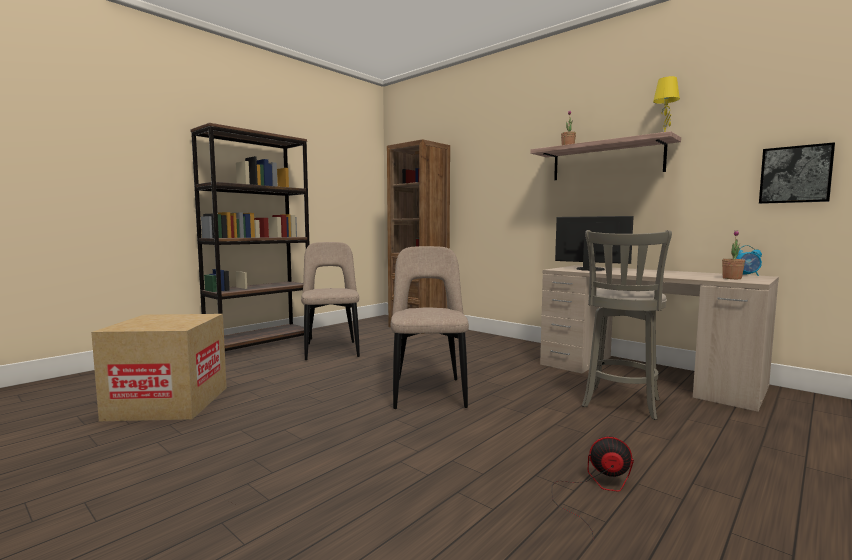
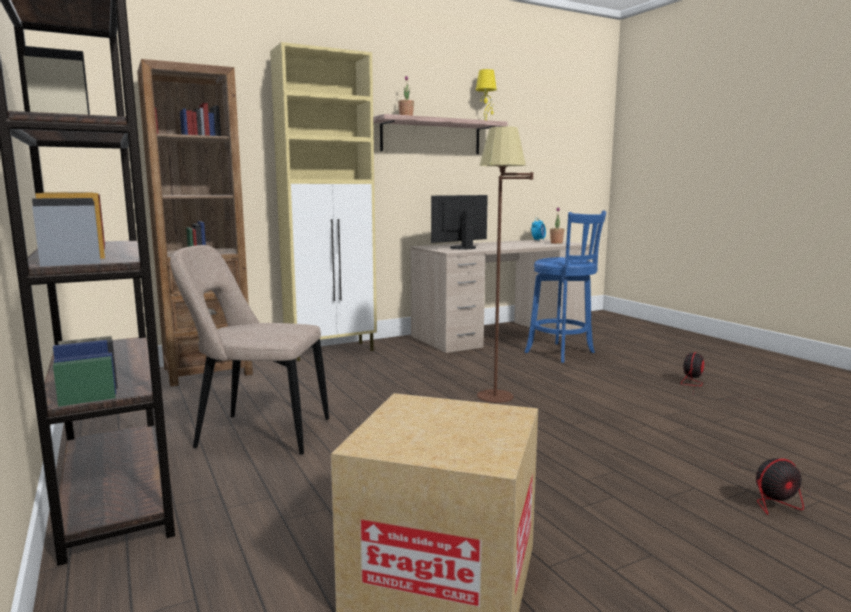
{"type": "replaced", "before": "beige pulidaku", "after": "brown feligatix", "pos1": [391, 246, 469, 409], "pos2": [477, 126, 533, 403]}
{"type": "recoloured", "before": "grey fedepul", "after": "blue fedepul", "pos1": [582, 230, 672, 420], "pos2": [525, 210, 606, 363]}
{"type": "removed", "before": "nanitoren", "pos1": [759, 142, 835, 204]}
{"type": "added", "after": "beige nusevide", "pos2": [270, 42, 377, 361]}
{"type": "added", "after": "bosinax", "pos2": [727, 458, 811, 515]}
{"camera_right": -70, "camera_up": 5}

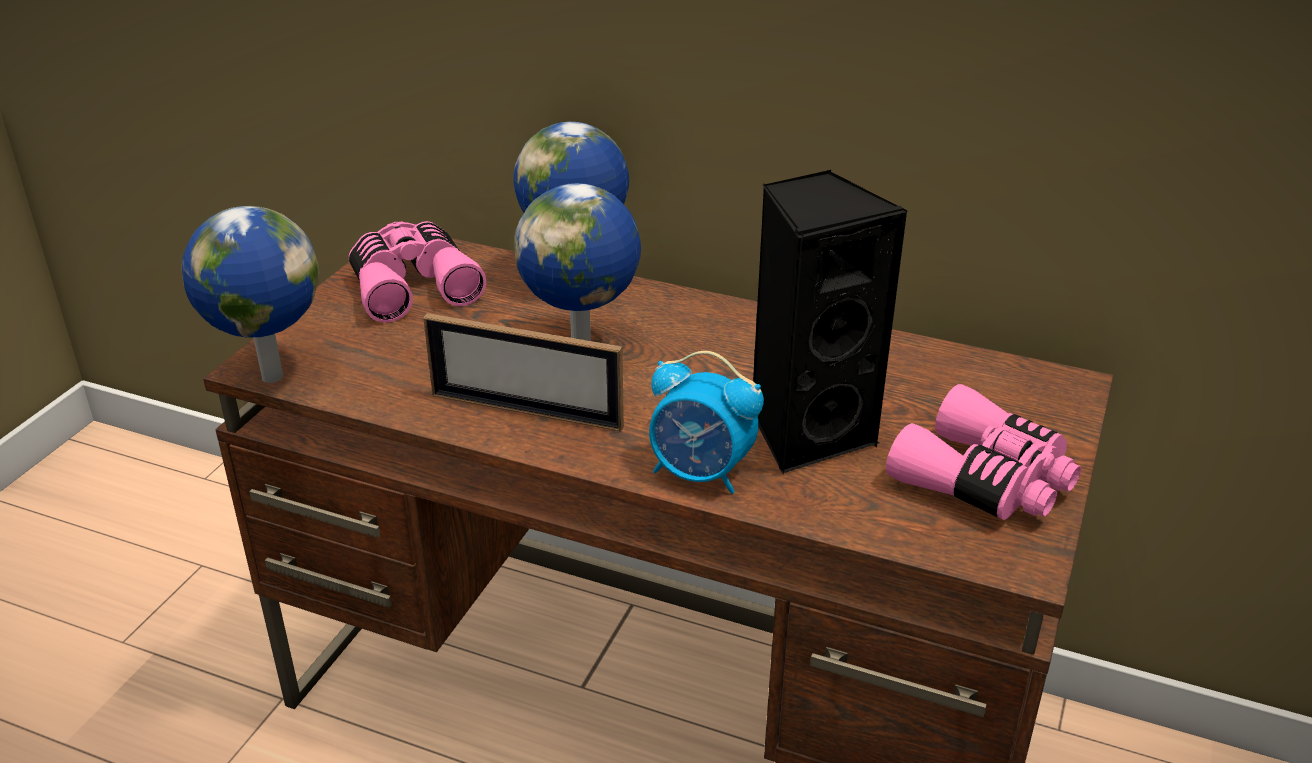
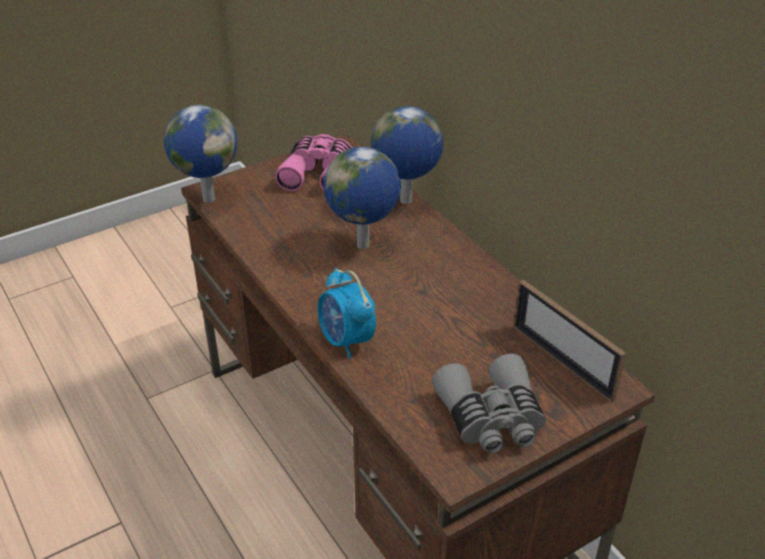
{"type": "moved", "before": "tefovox", "pos1": [423, 313, 624, 432], "pos2": [514, 279, 626, 403]}
{"type": "removed", "before": "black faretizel", "pos1": [753, 170, 908, 474]}
{"type": "recoloured", "before": "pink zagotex", "after": "grey zagotex", "pos1": [886, 384, 1081, 520], "pos2": [432, 354, 546, 453]}
{"camera_right": 35, "camera_up": 5}

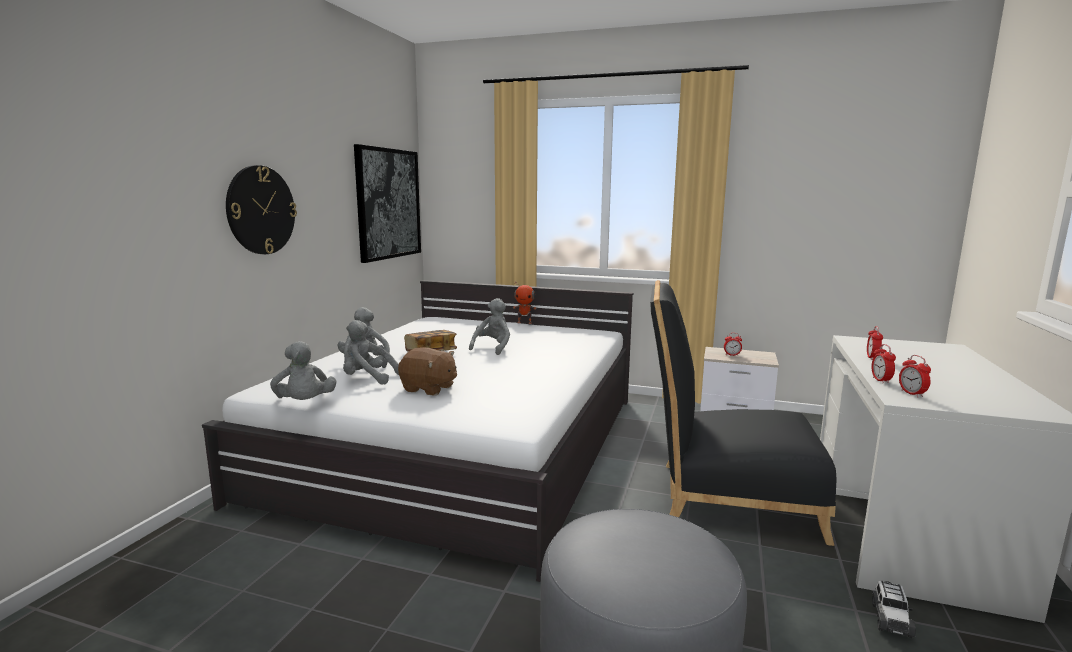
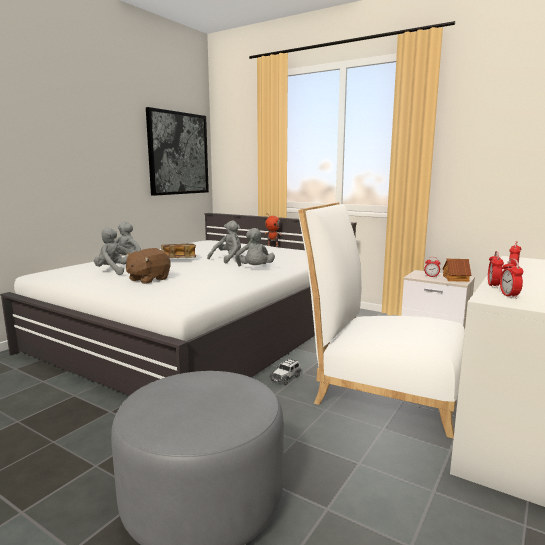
{"type": "removed", "before": "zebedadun", "pos1": [226, 165, 297, 254]}
{"type": "moved", "before": "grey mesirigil", "pos1": [270, 341, 336, 400], "pos2": [235, 228, 275, 266]}
{"type": "turned", "before": "brown mesirigil", "pos1": [398, 347, 457, 395], "pos2": [126, 248, 171, 284], "turn": 90}
{"type": "recoloured", "before": "black pulidaku", "after": "white pulidaku", "pos1": [650, 280, 836, 546], "pos2": [298, 202, 465, 439]}
{"type": "moved", "before": "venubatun", "pos1": [872, 581, 916, 638], "pos2": [269, 358, 301, 385]}
{"type": "added", "after": "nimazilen", "pos2": [443, 259, 471, 282]}
{"camera_right": 15, "camera_up": 0}

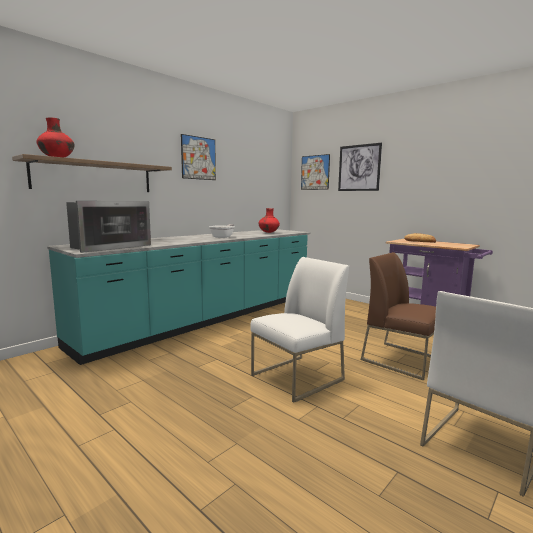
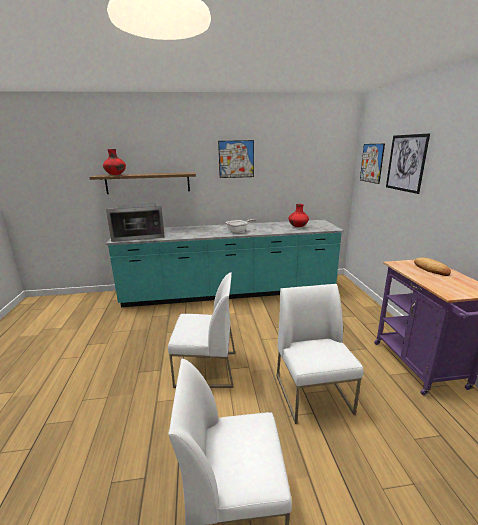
{"type": "recoloured", "before": "brown pulidaku", "after": "white pulidaku", "pos1": [361, 252, 436, 380], "pos2": [277, 284, 364, 424]}
{"camera_right": 40, "camera_up": 10}

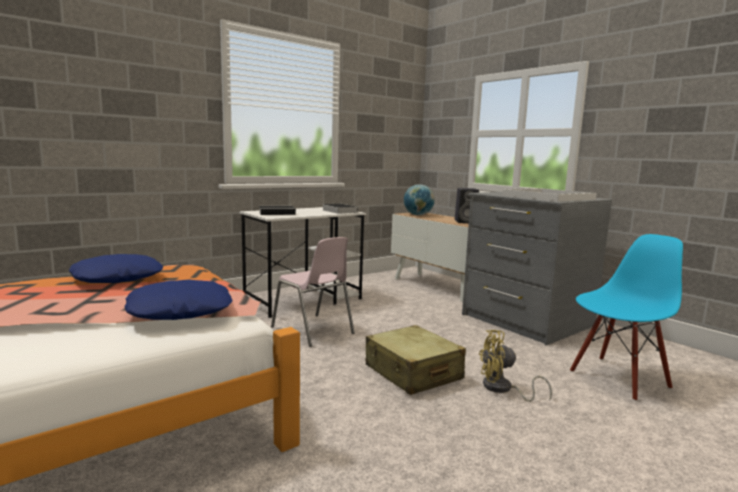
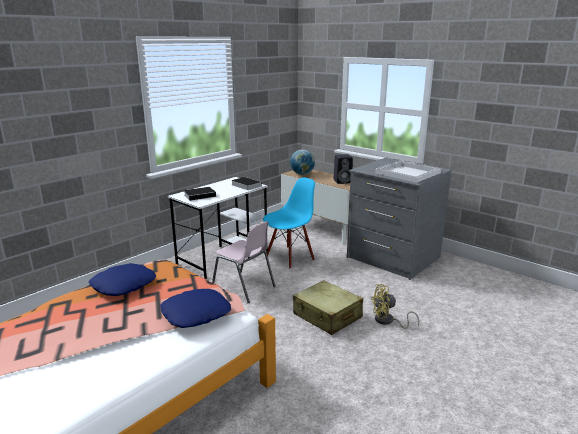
{"type": "moved", "before": "blue pulidaku", "pos1": [570, 234, 683, 401], "pos2": [263, 177, 315, 269]}
{"camera_right": -10, "camera_up": 10}

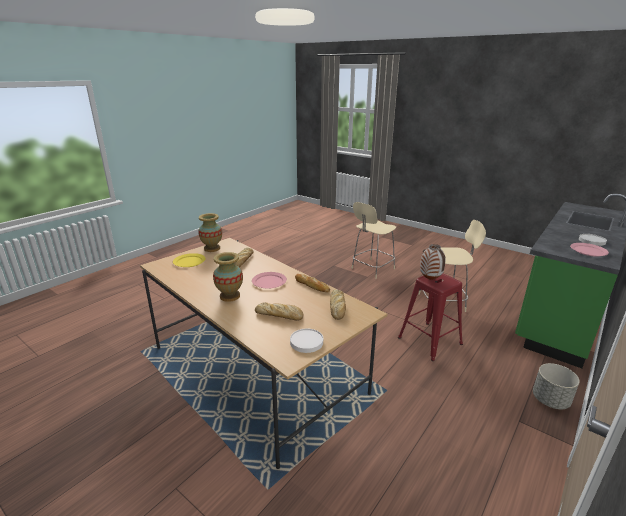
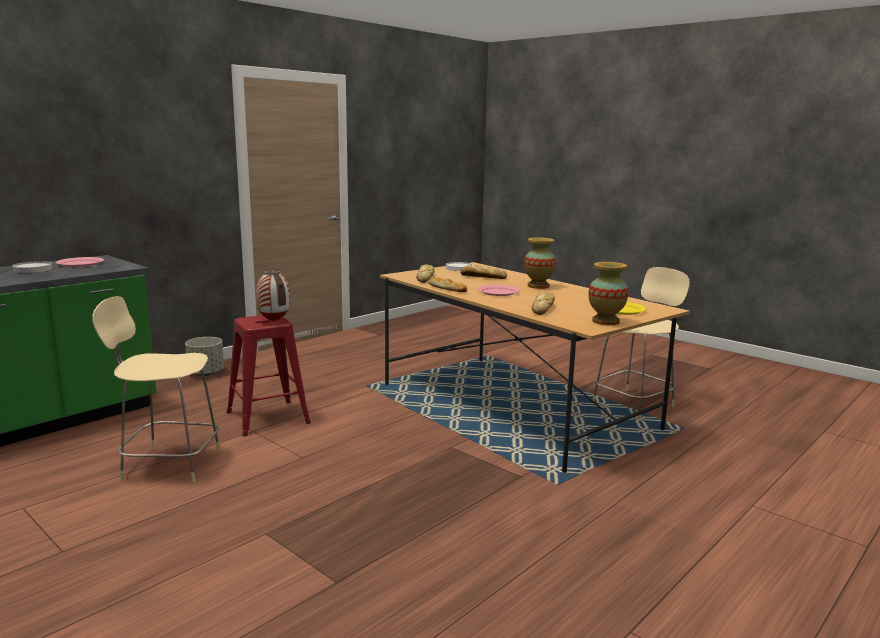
{"type": "moved", "before": "beige pulidaku", "pos1": [352, 202, 396, 279], "pos2": [593, 267, 690, 420]}
{"camera_right": -175, "camera_up": -10}

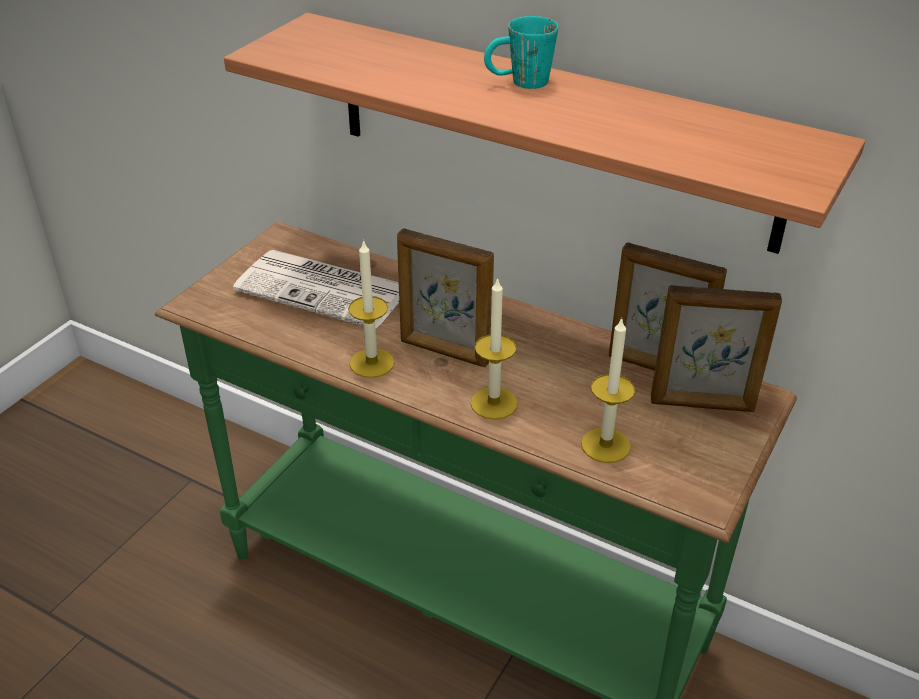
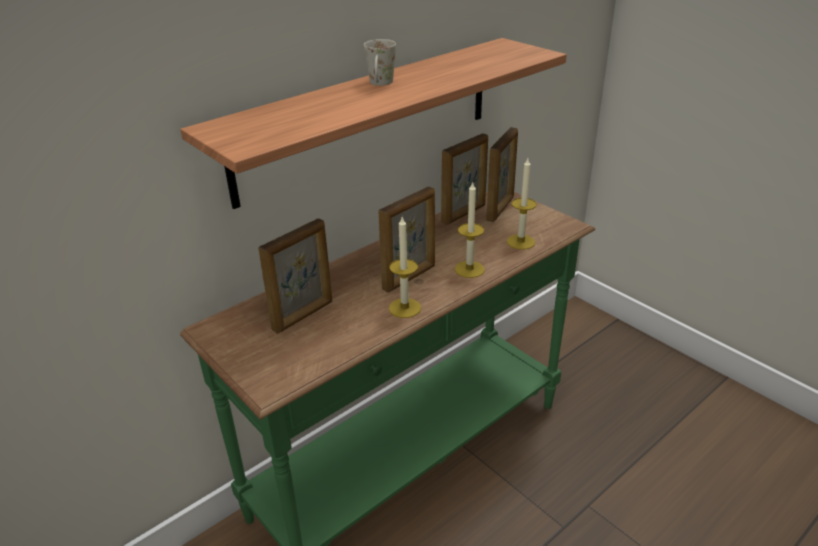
{"type": "replaced", "before": "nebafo", "after": "tefovox", "pos1": [233, 250, 399, 329], "pos2": [259, 218, 332, 334]}
{"type": "recoloured", "before": "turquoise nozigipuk", "after": "white nozigipuk", "pos1": [484, 16, 558, 89], "pos2": [364, 39, 396, 86]}
{"camera_right": -70, "camera_up": -5}

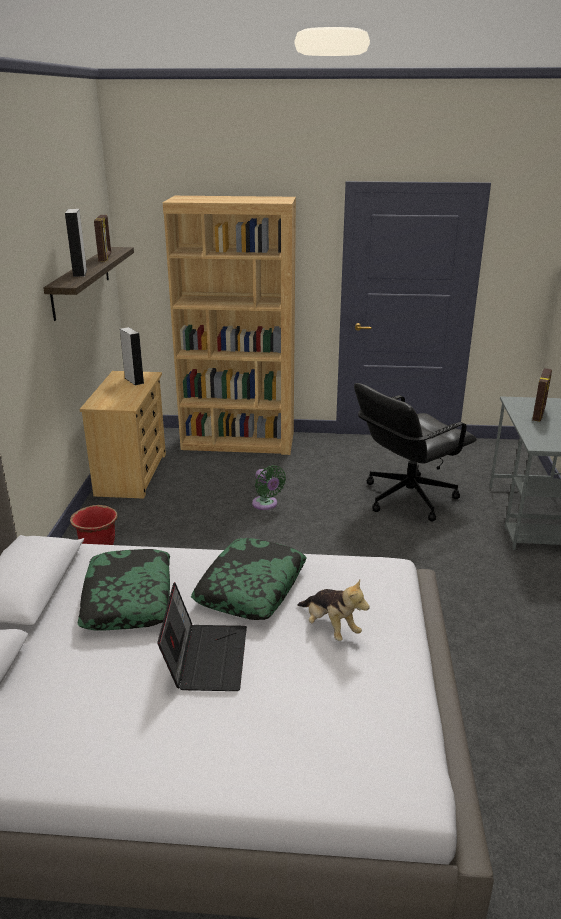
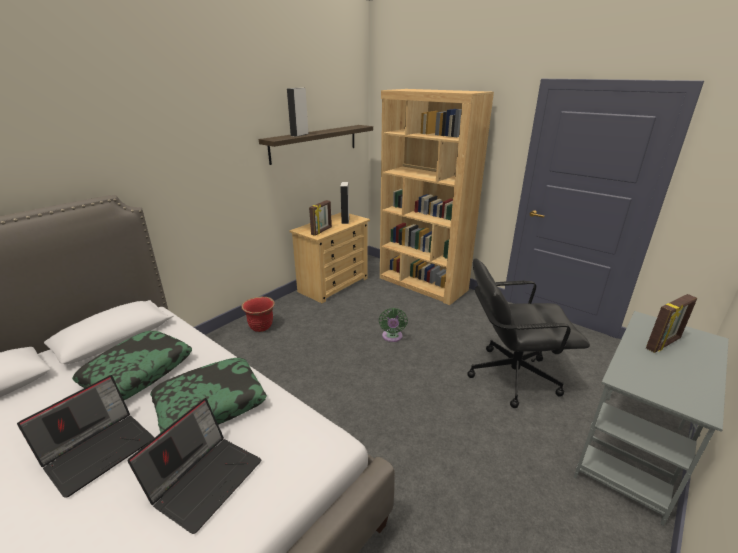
{"type": "moved", "before": "tefovox", "pos1": [94, 215, 111, 262], "pos2": [309, 200, 332, 236]}
{"type": "replaced", "before": "mesirigil", "after": "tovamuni", "pos1": [297, 580, 370, 641], "pos2": [128, 398, 261, 534]}
{"camera_right": 35, "camera_up": 0}

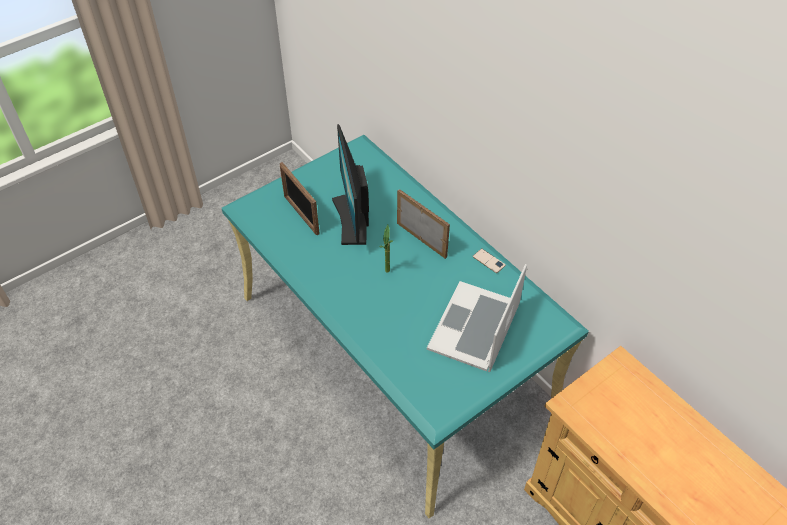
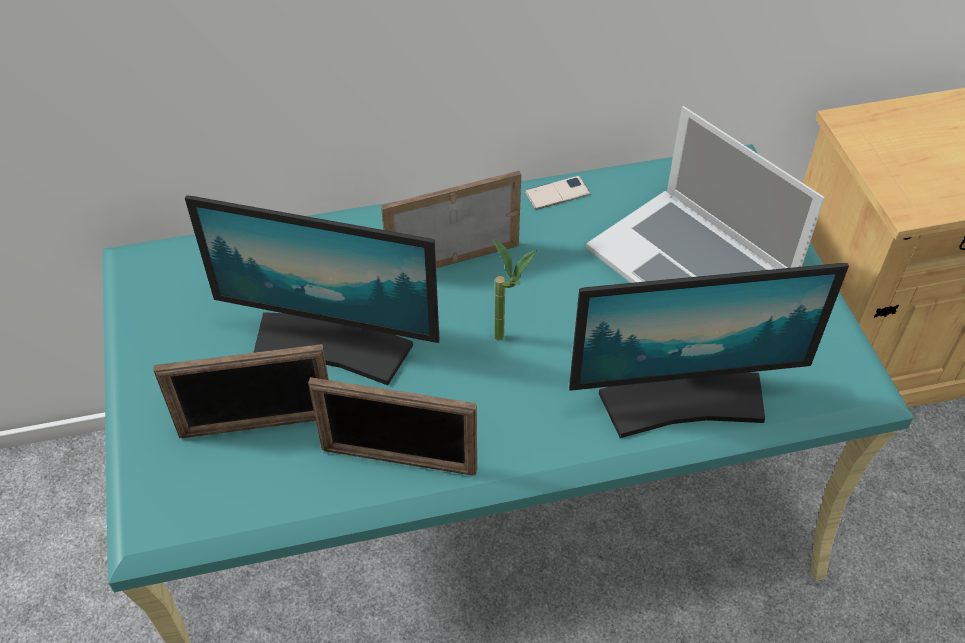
{"type": "added", "after": "tefovox", "pos2": [308, 377, 477, 475]}
{"type": "added", "after": "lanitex", "pos2": [569, 263, 849, 438]}
{"camera_right": -65, "camera_up": 0}

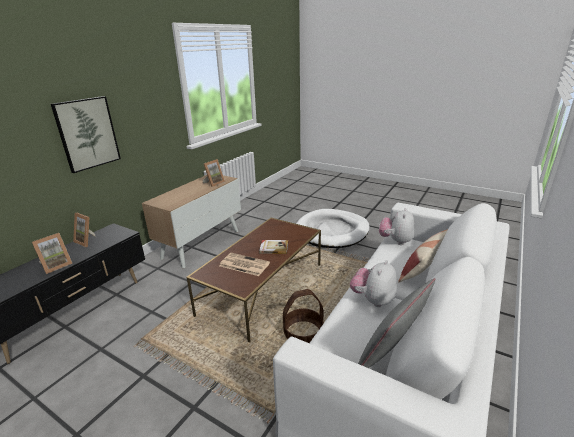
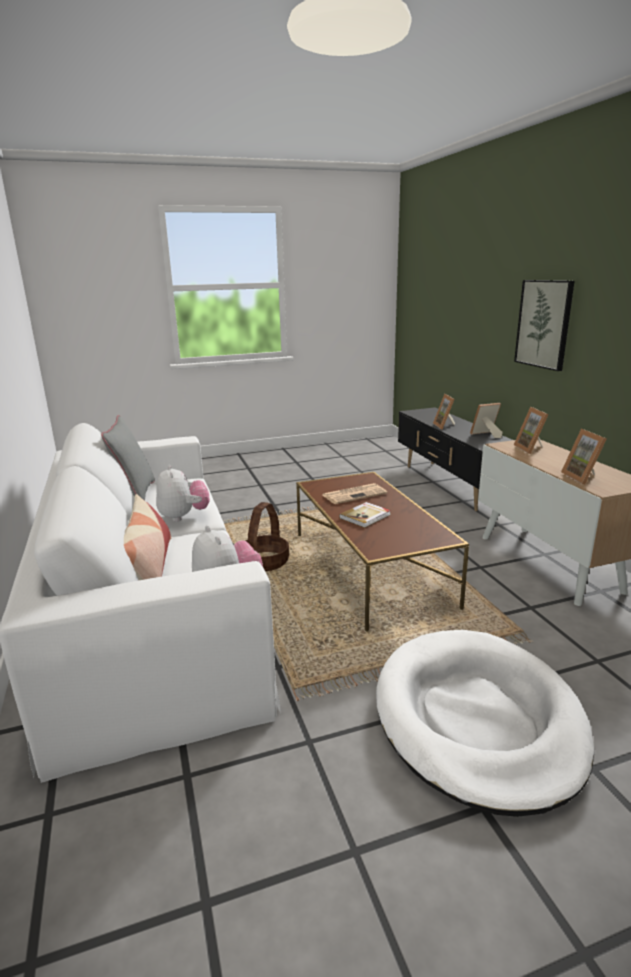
{"type": "added", "after": "tefovox", "pos2": [514, 407, 549, 454]}
{"camera_right": 130, "camera_up": -5}

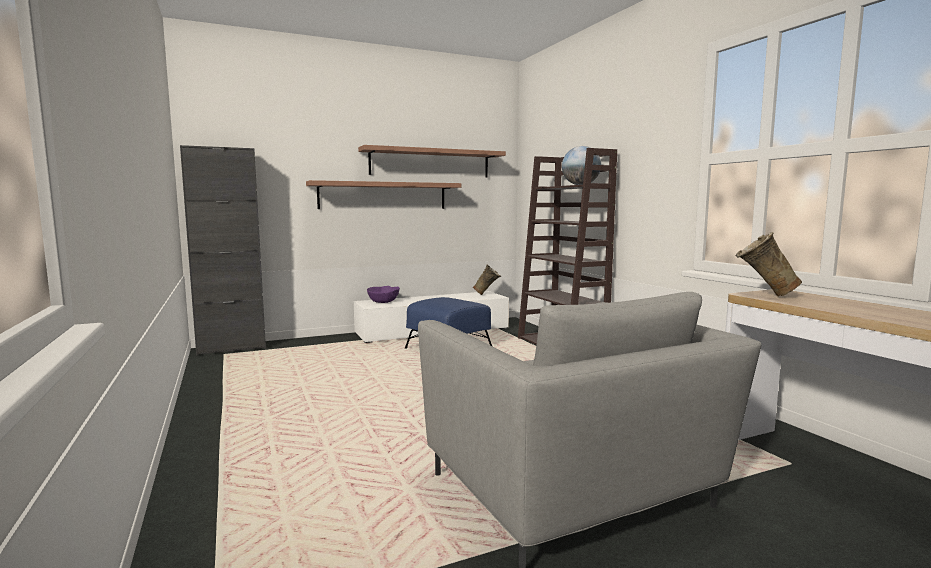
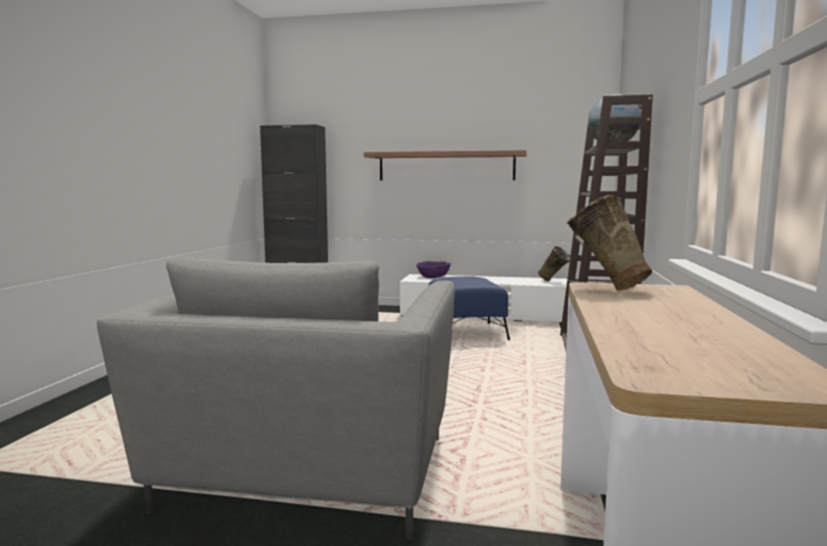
{"type": "removed", "before": "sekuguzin", "pos1": [358, 145, 506, 178]}
{"camera_right": 35, "camera_up": 0}

